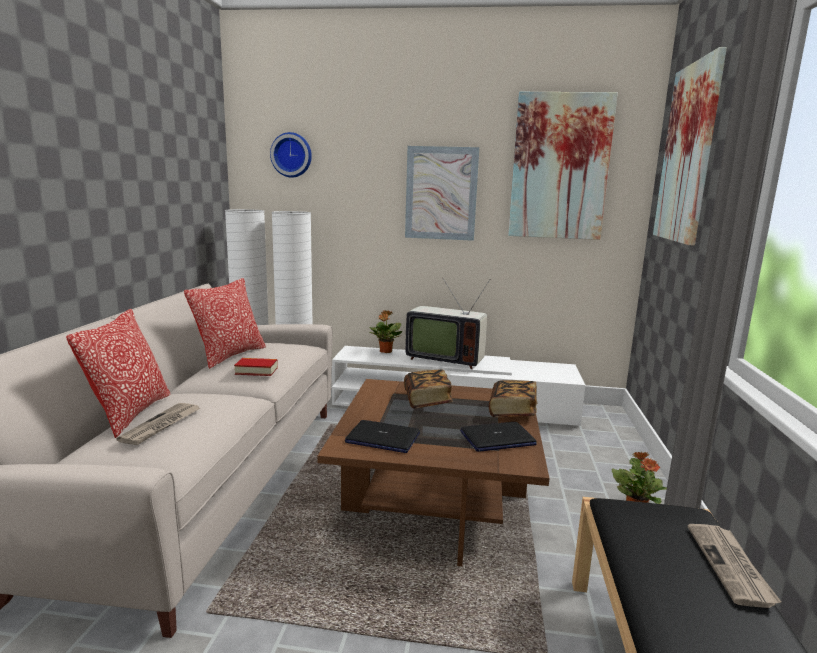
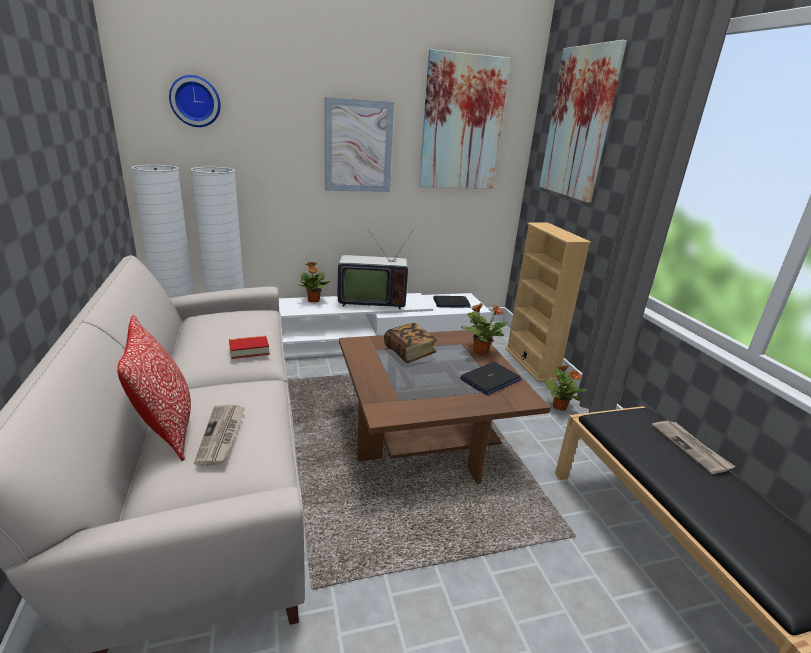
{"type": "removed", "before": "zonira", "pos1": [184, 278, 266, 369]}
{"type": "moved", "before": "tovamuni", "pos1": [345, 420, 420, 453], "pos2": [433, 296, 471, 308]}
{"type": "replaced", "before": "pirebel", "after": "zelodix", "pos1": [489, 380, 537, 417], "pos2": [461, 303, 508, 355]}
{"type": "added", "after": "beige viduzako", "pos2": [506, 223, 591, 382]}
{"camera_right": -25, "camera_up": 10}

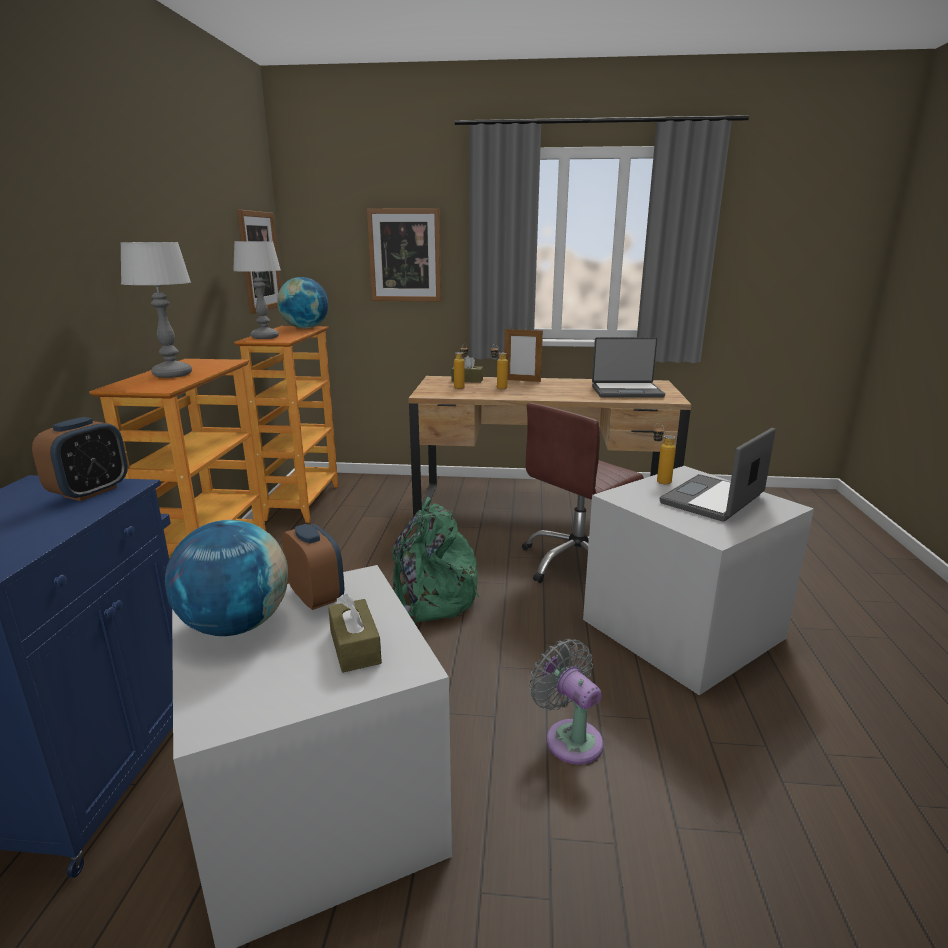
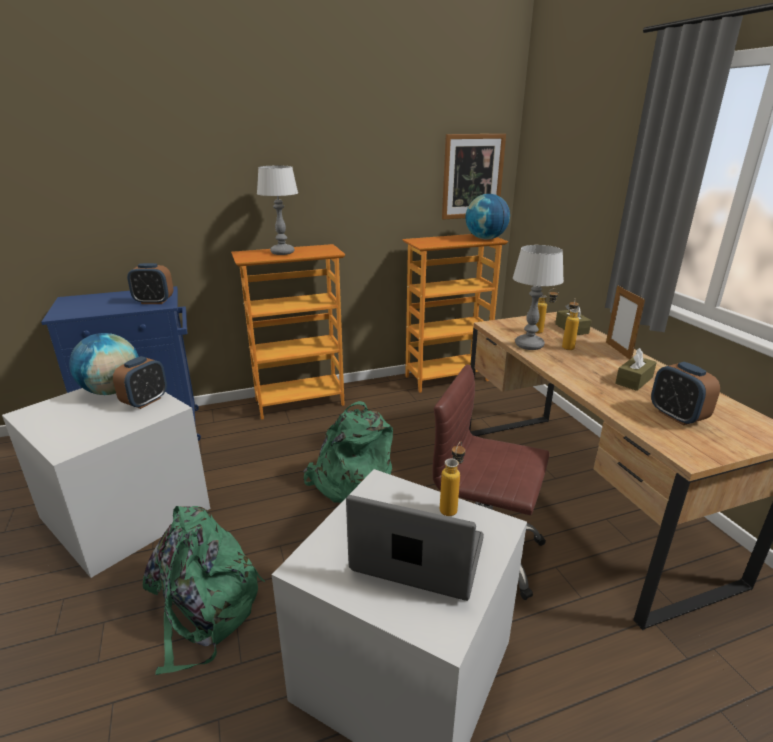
{"type": "moved", "before": "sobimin", "pos1": [233, 241, 281, 339], "pos2": [513, 245, 564, 350]}
{"type": "moved", "before": "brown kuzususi", "pos1": [328, 593, 382, 673], "pos2": [615, 348, 657, 391]}
{"type": "removed", "before": "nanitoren", "pos1": [367, 208, 441, 302]}
{"type": "replaced", "before": "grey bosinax", "after": "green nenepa", "pos1": [529, 639, 604, 765], "pos2": [143, 506, 265, 675]}
{"type": "replaced", "before": "tovamuni", "after": "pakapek", "pos1": [592, 337, 665, 398], "pos2": [651, 362, 720, 425]}
{"camera_right": 65, "camera_up": 5}

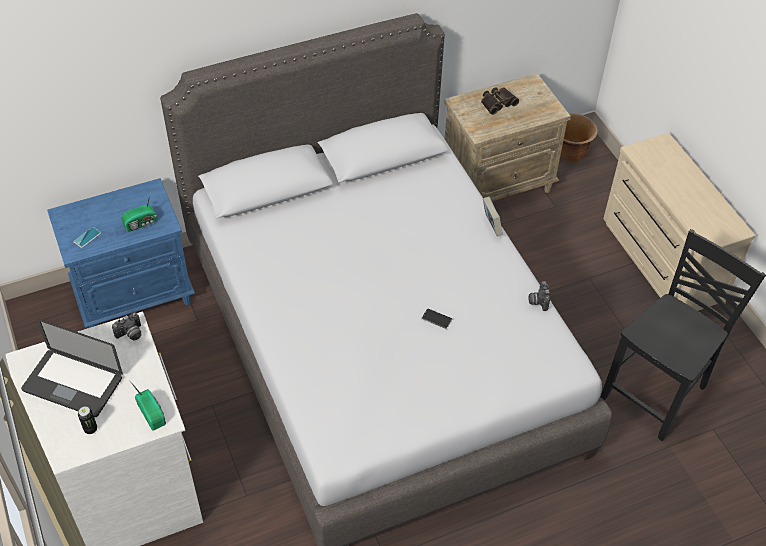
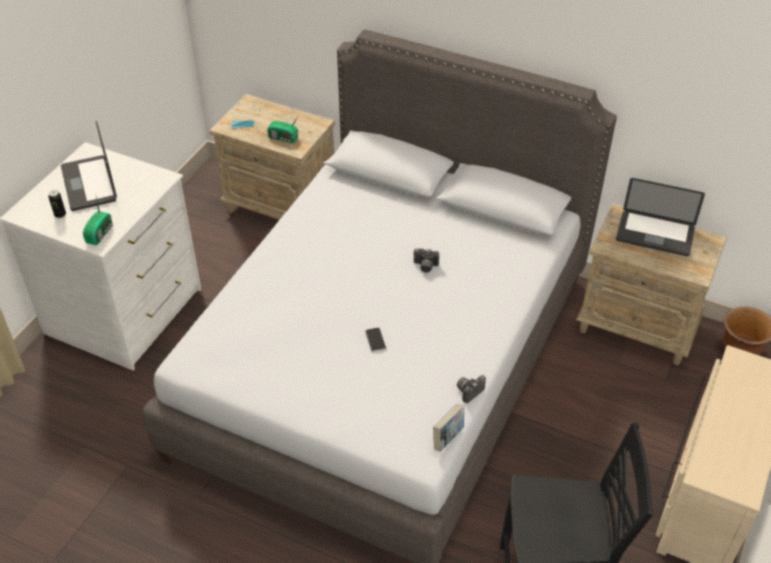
{"type": "recoloured", "before": "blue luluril", "after": "beige luluril", "pos1": [47, 178, 195, 328], "pos2": [209, 94, 335, 220]}
{"type": "moved", "before": "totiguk", "pos1": [112, 312, 141, 340], "pos2": [414, 248, 439, 273]}
{"type": "replaced", "before": "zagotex", "after": "tovamuni", "pos1": [481, 87, 519, 115], "pos2": [616, 178, 705, 256]}
{"type": "moved", "before": "pirebel", "pos1": [483, 197, 503, 237], "pos2": [433, 404, 464, 451]}
{"camera_right": 50, "camera_up": -5}

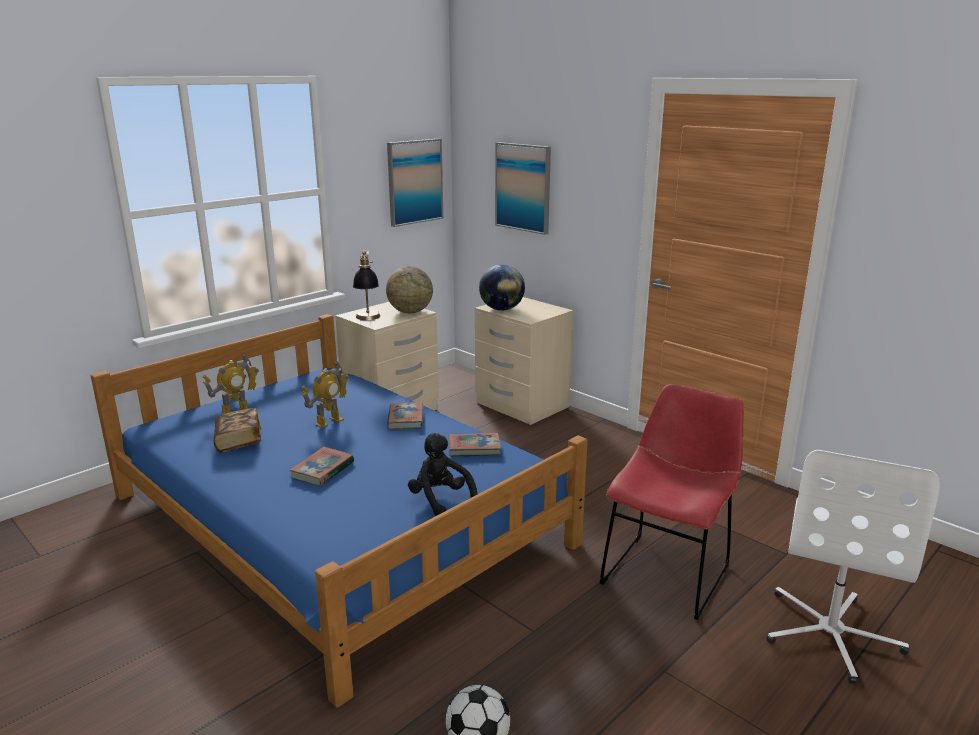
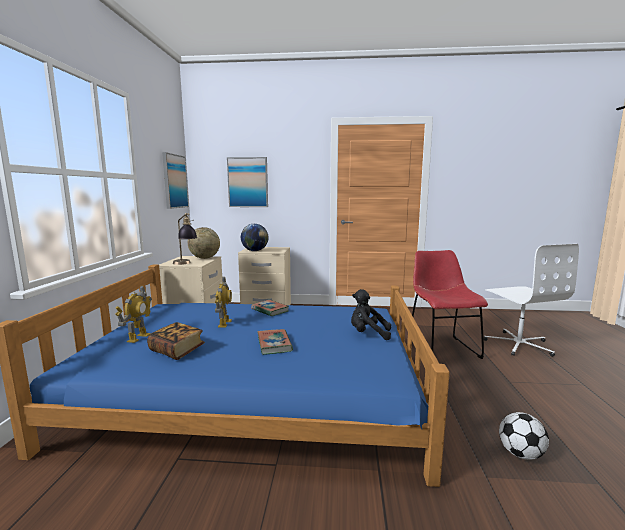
{"type": "removed", "before": "pirebel", "pos1": [449, 433, 501, 457]}
{"camera_right": -40, "camera_up": -10}

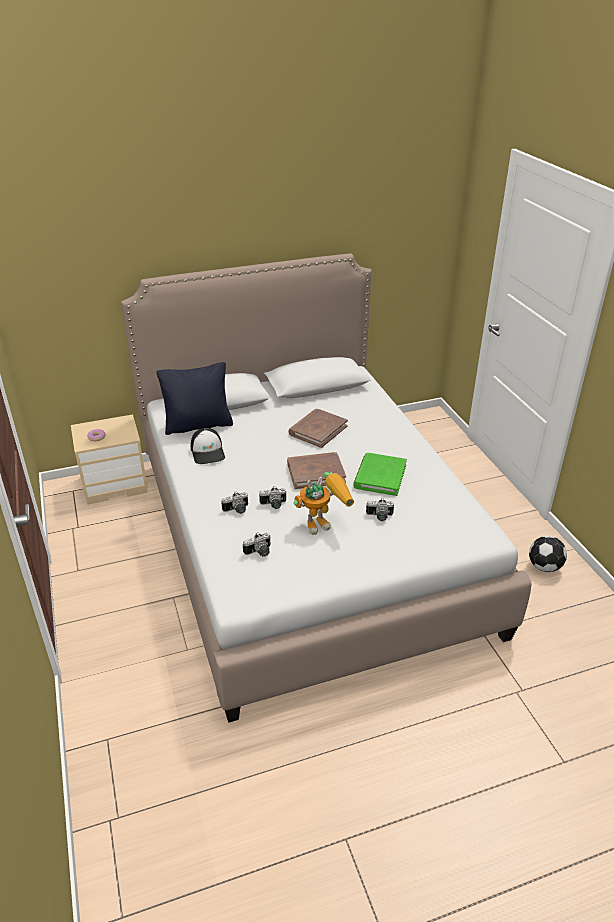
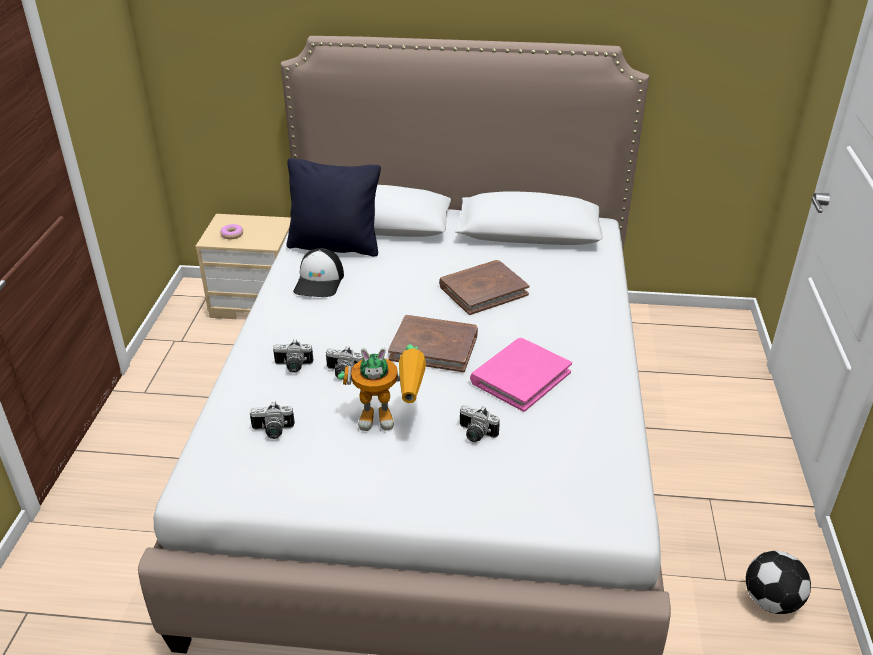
{"type": "recoloured", "before": "green pirebel", "after": "pink pirebel", "pos1": [353, 453, 407, 496], "pos2": [470, 338, 572, 412]}
{"camera_right": 25, "camera_up": 0}

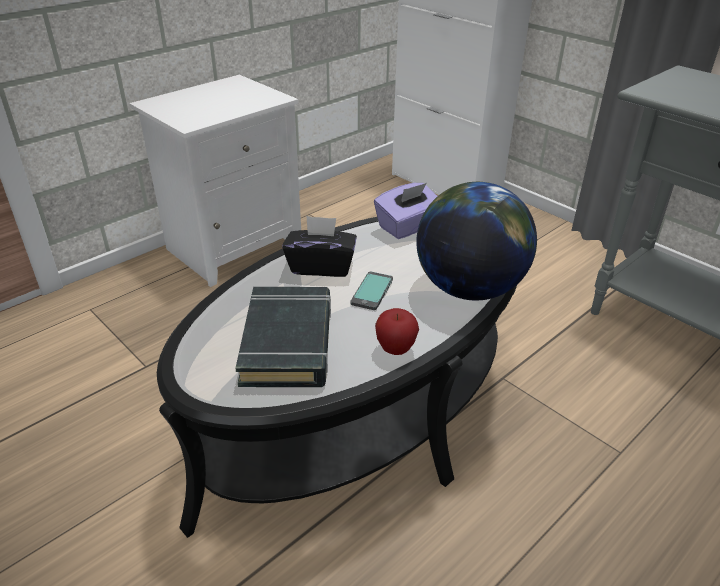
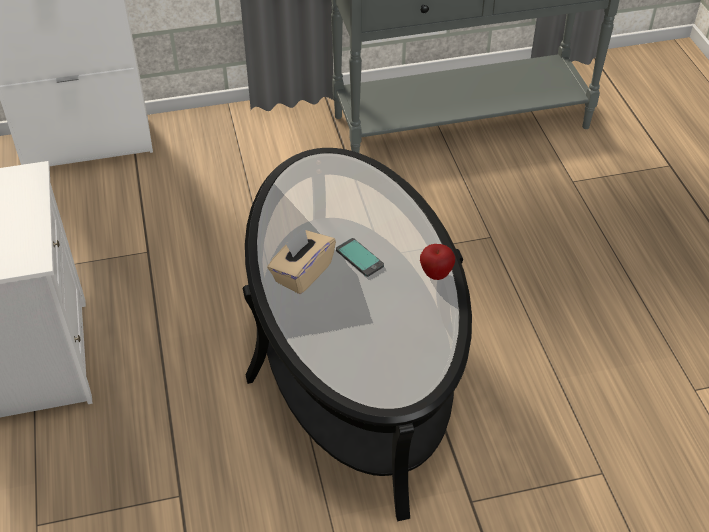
{"type": "removed", "before": "black pirebel", "pos1": [235, 287, 331, 387]}
{"type": "recoloured", "before": "black kuzususi", "after": "beige kuzususi", "pos1": [282, 216, 357, 277], "pos2": [267, 228, 336, 294]}
{"type": "removed", "before": "purple kuzususi", "pos1": [374, 183, 437, 239]}
{"type": "removed", "before": "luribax", "pos1": [416, 182, 537, 300]}
{"camera_right": -60, "camera_up": 10}

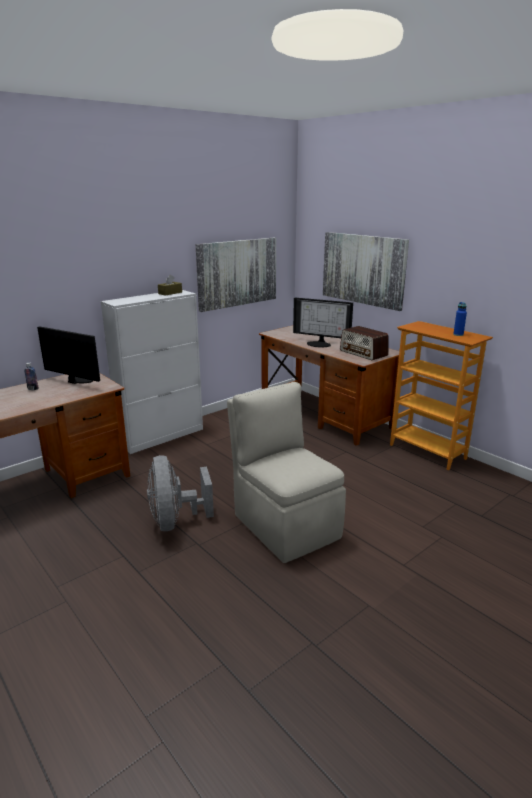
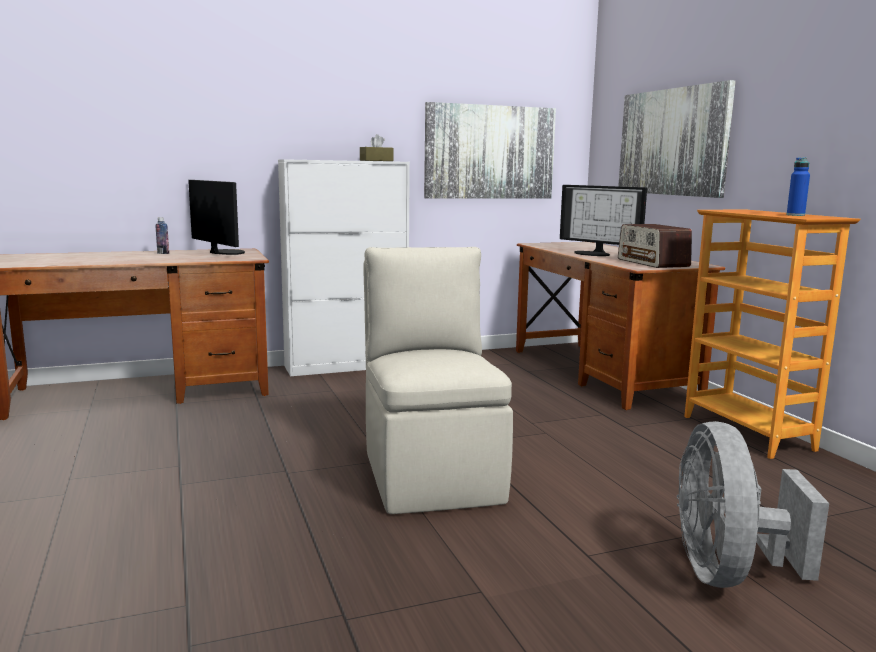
{"type": "moved", "before": "grey bosinax", "pos1": [147, 455, 214, 531], "pos2": [677, 421, 829, 588]}
{"camera_right": 20, "camera_up": -10}

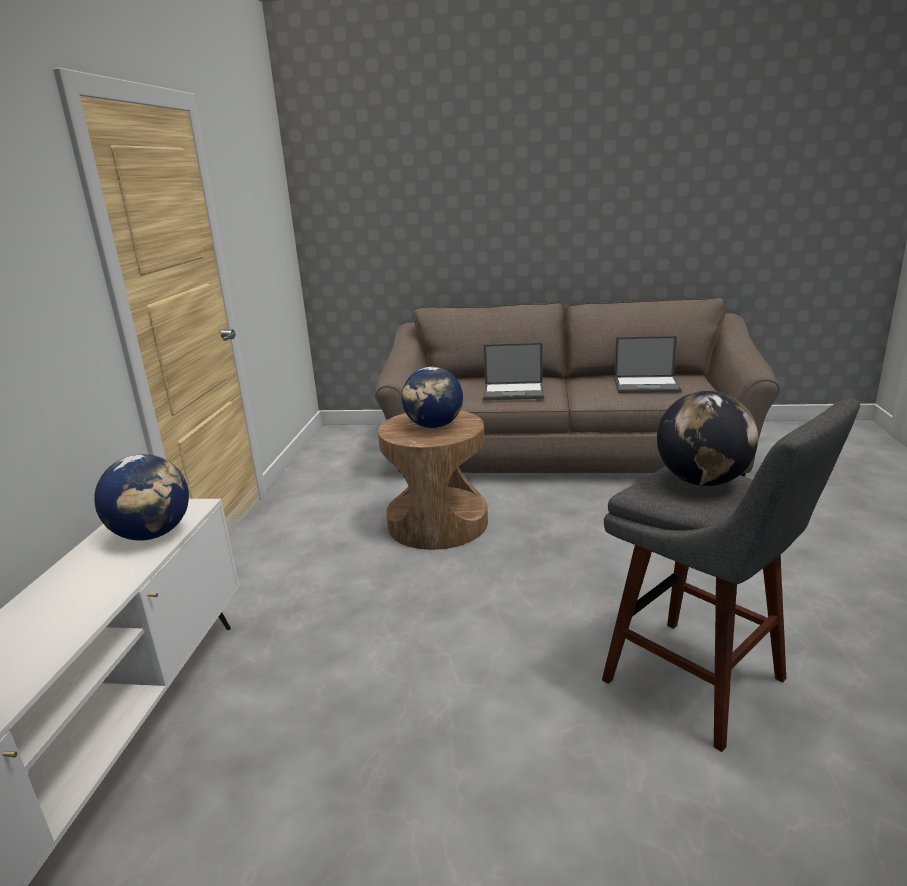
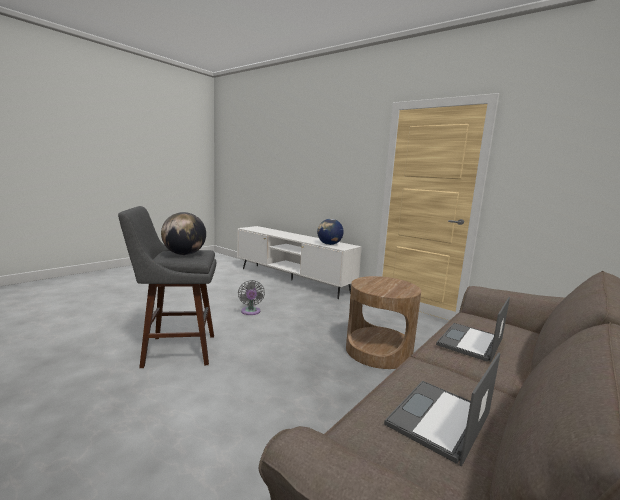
{"type": "removed", "before": "luribax", "pos1": [402, 367, 463, 428]}
{"type": "added", "after": "grey bosinax", "pos2": [238, 280, 265, 315]}
{"camera_right": 120, "camera_up": -10}

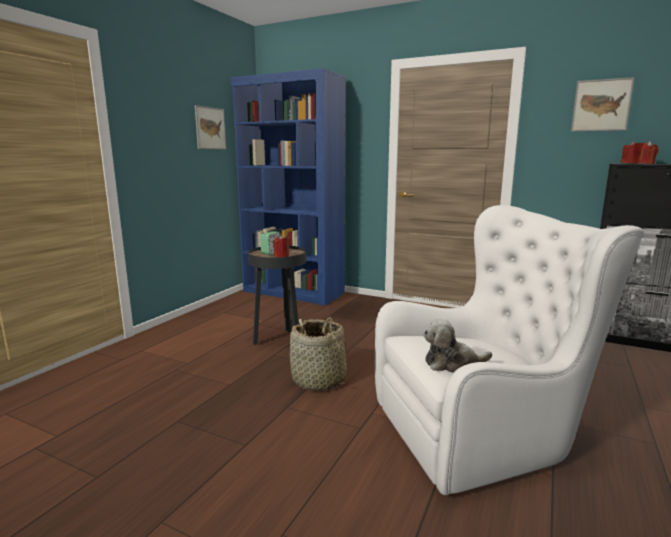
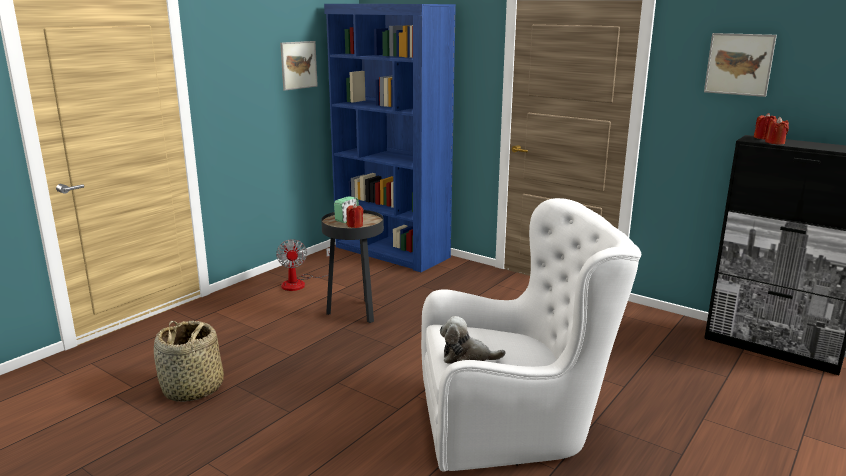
{"type": "moved", "before": "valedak", "pos1": [290, 317, 348, 391], "pos2": [154, 321, 224, 402]}
{"type": "added", "after": "bosinax", "pos2": [276, 239, 330, 291]}
{"camera_right": 10, "camera_up": 5}

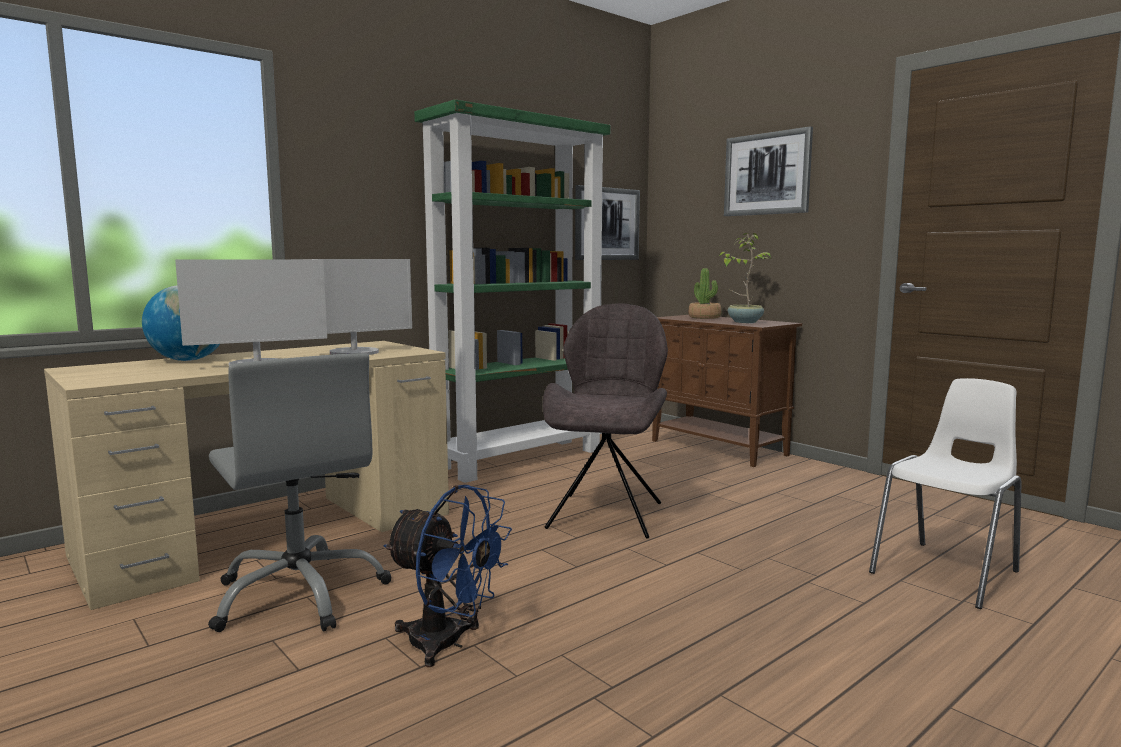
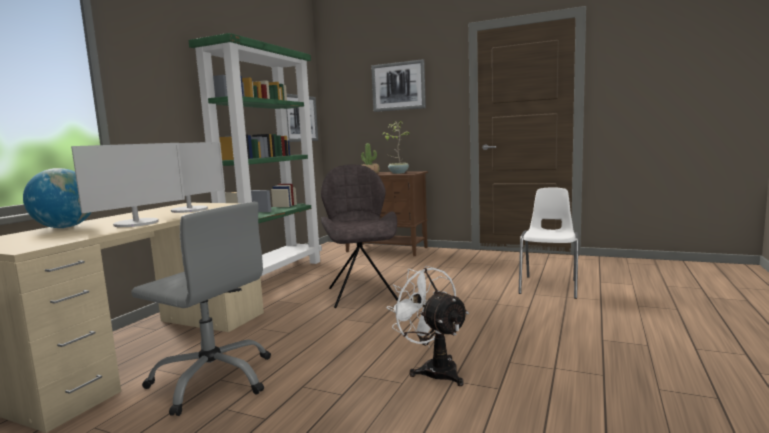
{"type": "removed", "before": "blue bosinax", "pos1": [383, 485, 512, 667]}
{"type": "added", "after": "white bosinax", "pos2": [387, 266, 469, 386]}
{"camera_right": -25, "camera_up": 0}

